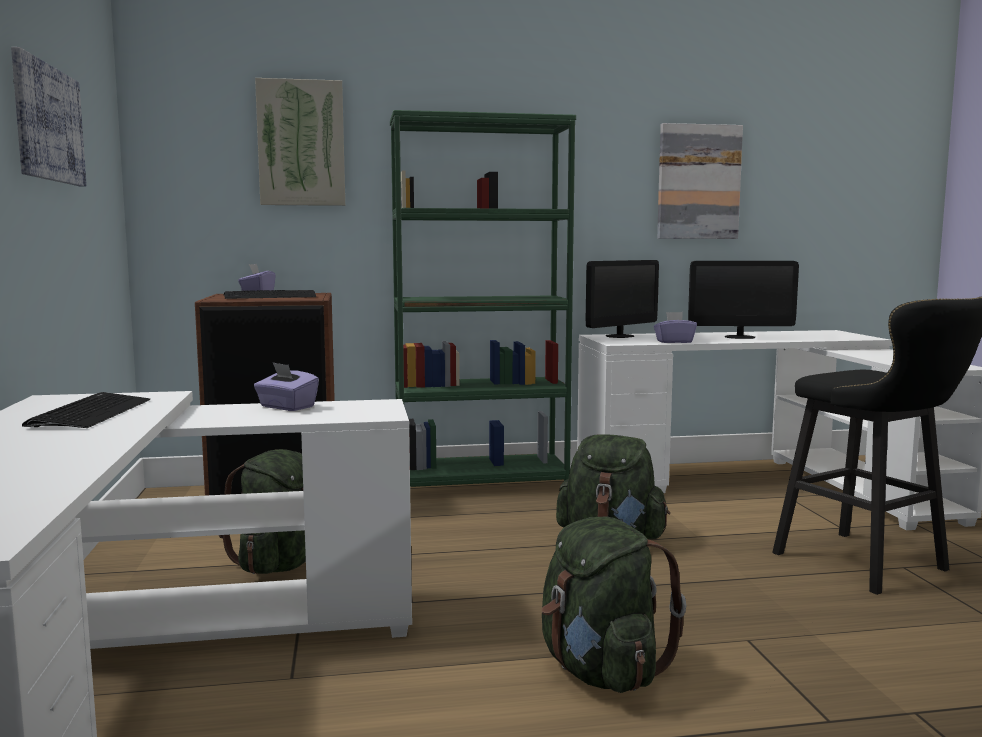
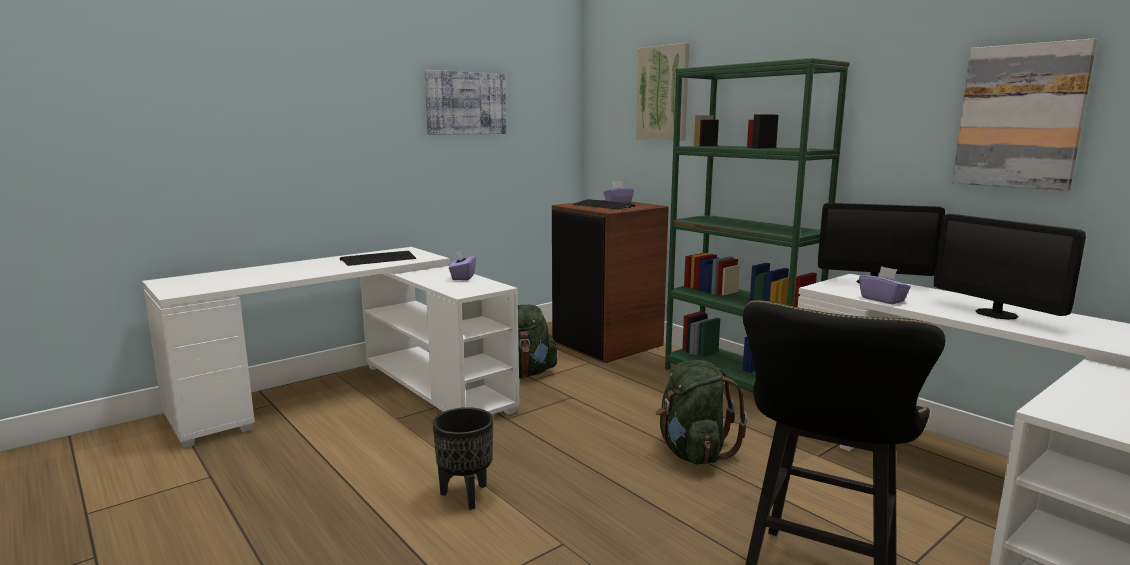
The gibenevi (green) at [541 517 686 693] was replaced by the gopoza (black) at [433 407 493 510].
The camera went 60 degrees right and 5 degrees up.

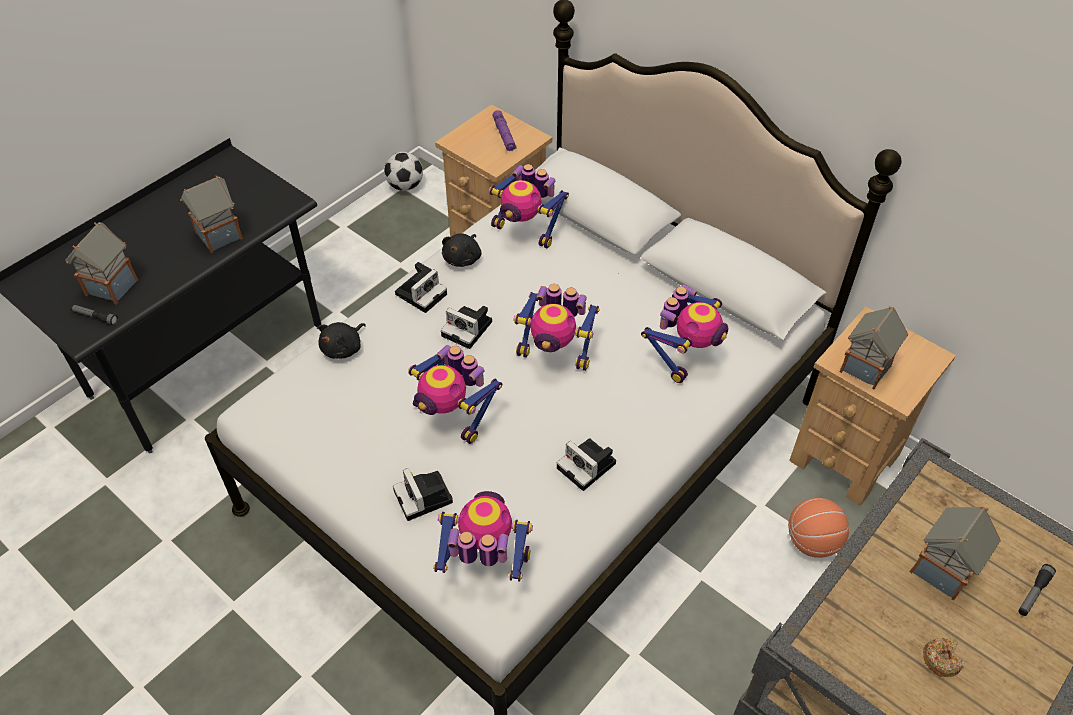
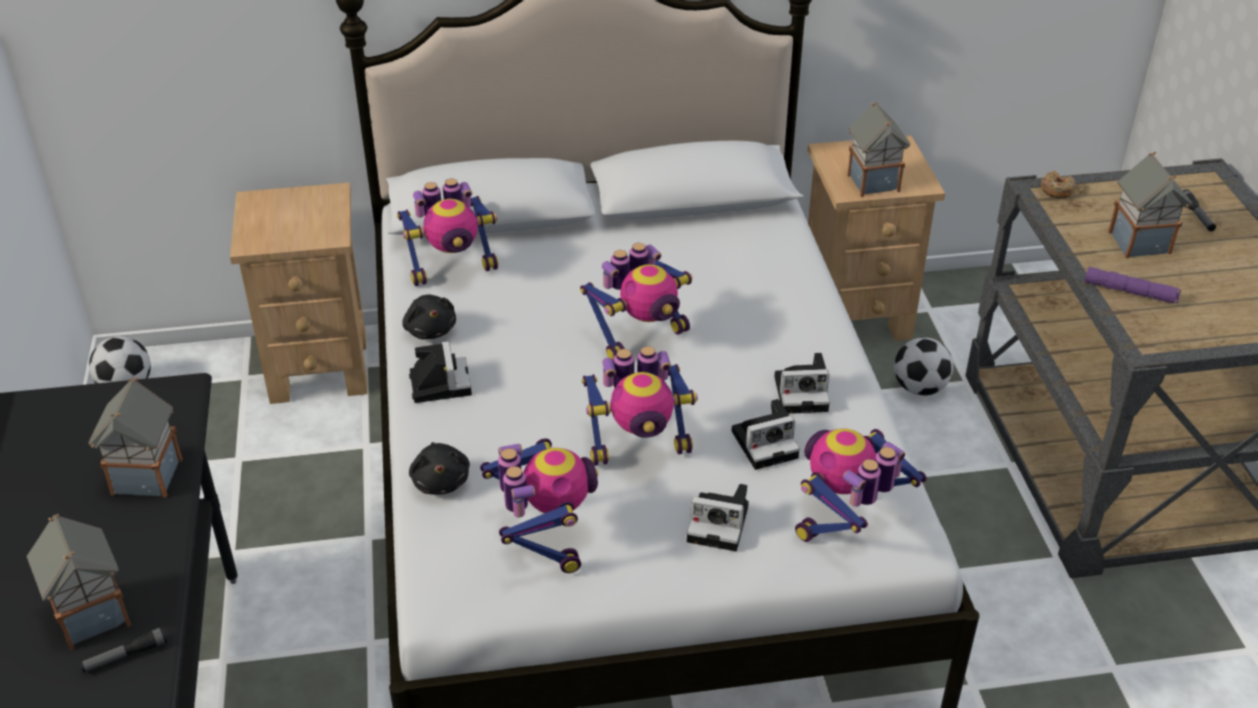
The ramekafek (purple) moved from [492 110 517 151] to [1084 267 1181 304].
The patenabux moved from [641 285 728 383] to [480 438 598 573].
The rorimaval moved from [441 306 492 349] to [732 399 800 470].
The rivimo at [788 498 849 558] was replaced by the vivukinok at [894 338 954 396].
The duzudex moved from [923 638 964 677] to [1041 171 1076 199].
The camera went 50 degrees left and 10 degrees down.

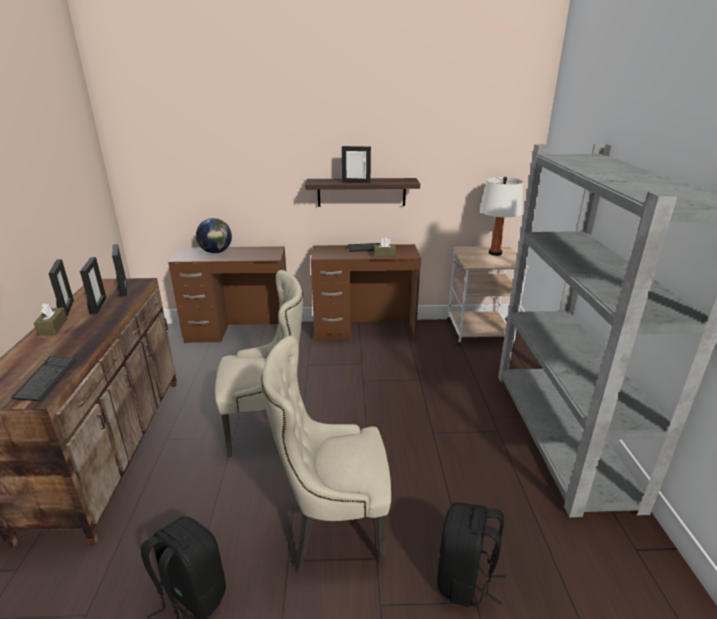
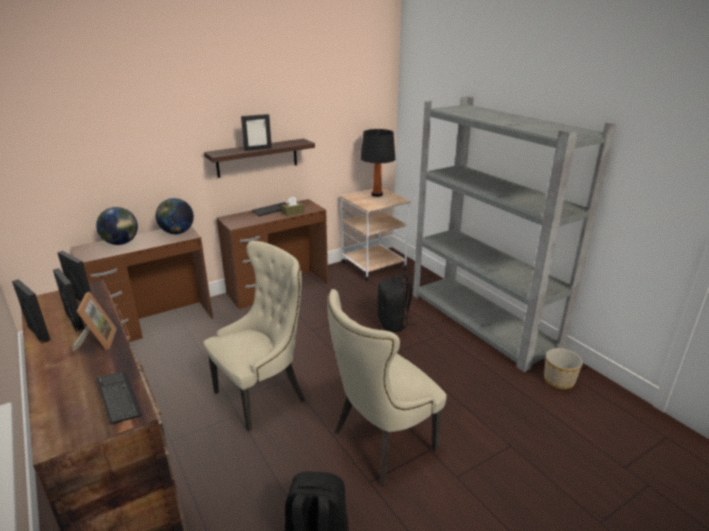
The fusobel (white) at [480 177 523 256] became the fusobel (black) at [360 129 396 197].
The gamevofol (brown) at [34 303 67 336] disappeared.
The gibenevi (black) moved from [437 502 505 607] to [377 274 416 332].
The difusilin at [155 198 194 234] appeared.
The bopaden at [73 292 117 351] appeared.
The gopoza at [544 348 583 389] appeared.
The camera went 30 degrees left and 0 degrees up.

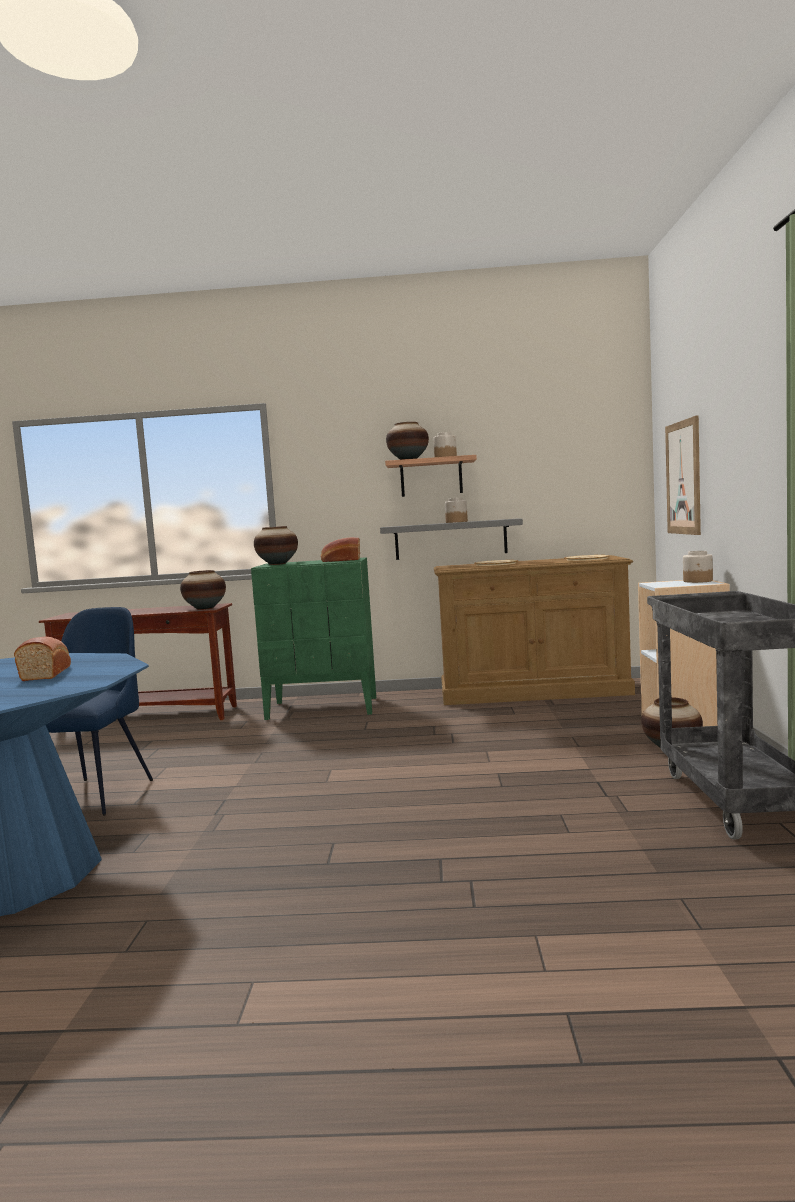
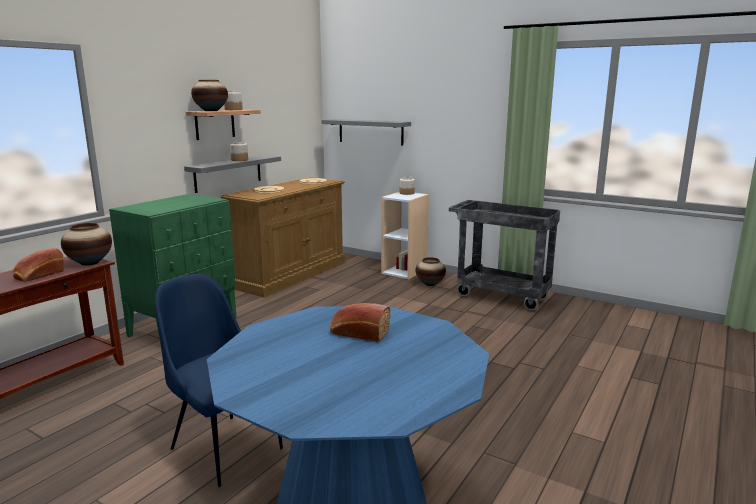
The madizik at [665 415 701 535] was replaced by the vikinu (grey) at [322 119 411 146].
The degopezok at [254 526 298 565] disappeared.
The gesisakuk moved from [321 537 360 562] to [13 248 64 282].
The camera went 60 degrees left and 10 degrees up.

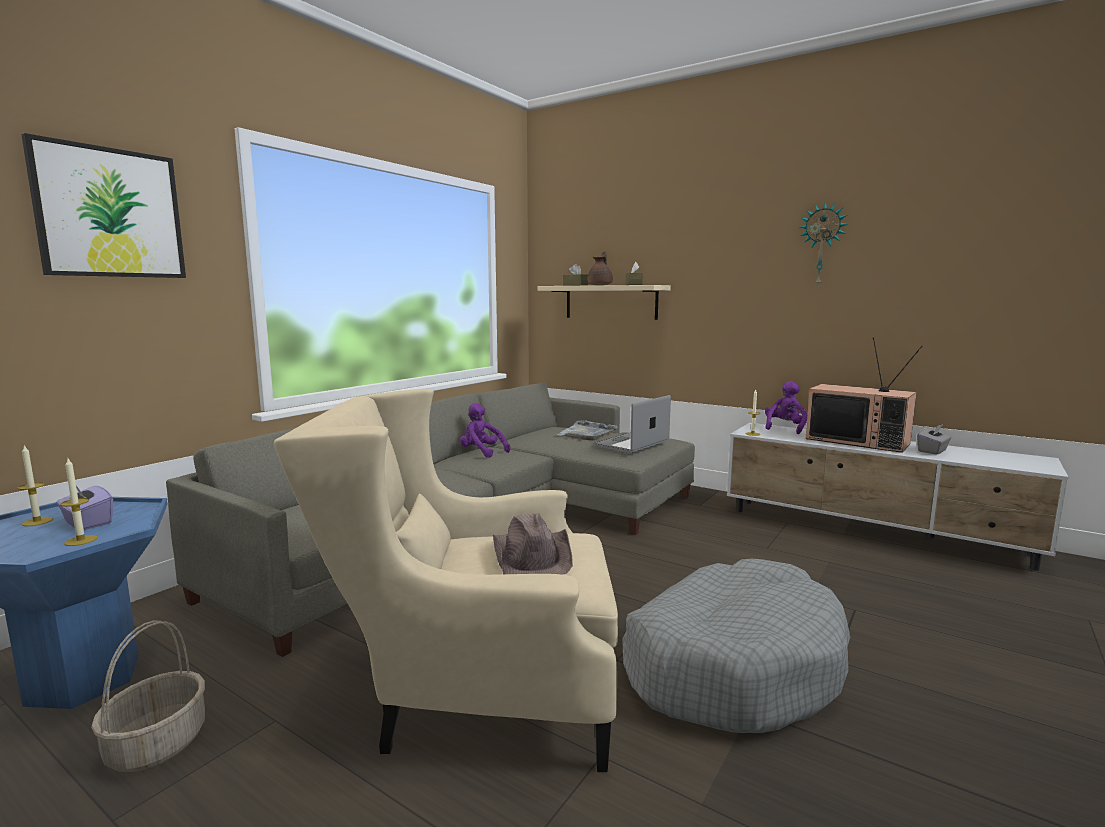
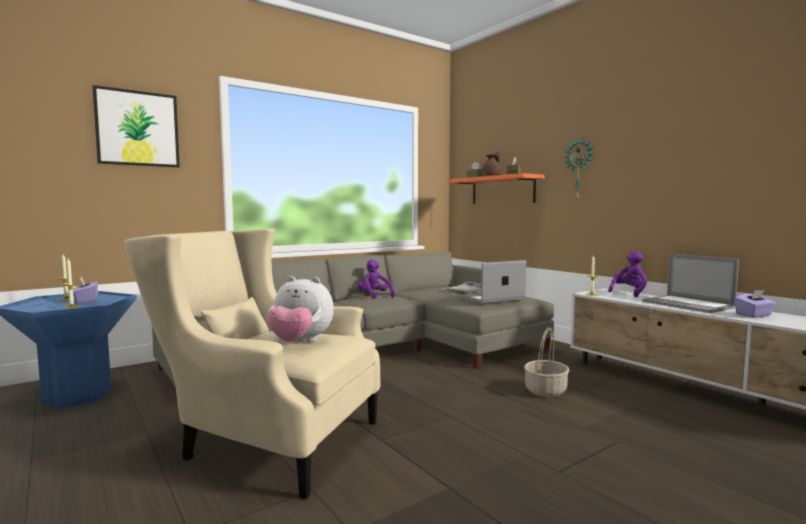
The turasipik moved from [799 201 848 286] to [564 138 593 200].
The vikinu (beige) at [538 285 671 320] became the vikinu (orange) at [447 173 545 204].
The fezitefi at [806 337 923 453] was replaced by the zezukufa at [642 254 739 313].
The gamevofol (grey) at [917 424 951 455] became the gamevofol (purple) at [734 290 776 318].
The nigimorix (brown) at [493 513 573 575] was replaced by the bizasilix at [266 276 334 342].
The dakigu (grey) at [622 559 850 733] disappeared.
The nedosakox moved from [91 621 205 772] to [524 327 569 397].
The camera went 20 degrees right and 5 degrees down.

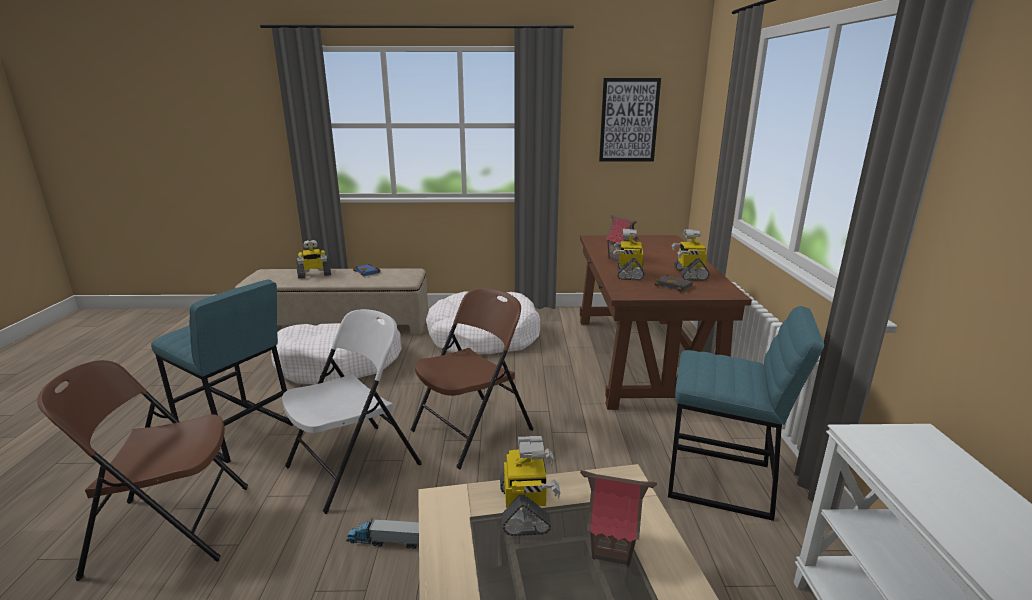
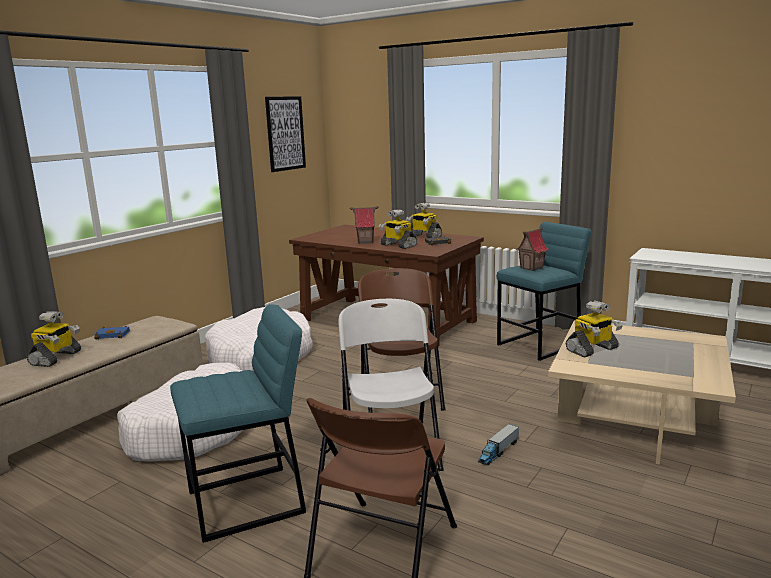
The patenabux at [500 436 561 536] turned 120 degrees clockwise.
The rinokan moved from [580 470 657 567] to [516 227 549 271].
The camera went 55 degrees left and 5 degrees down.

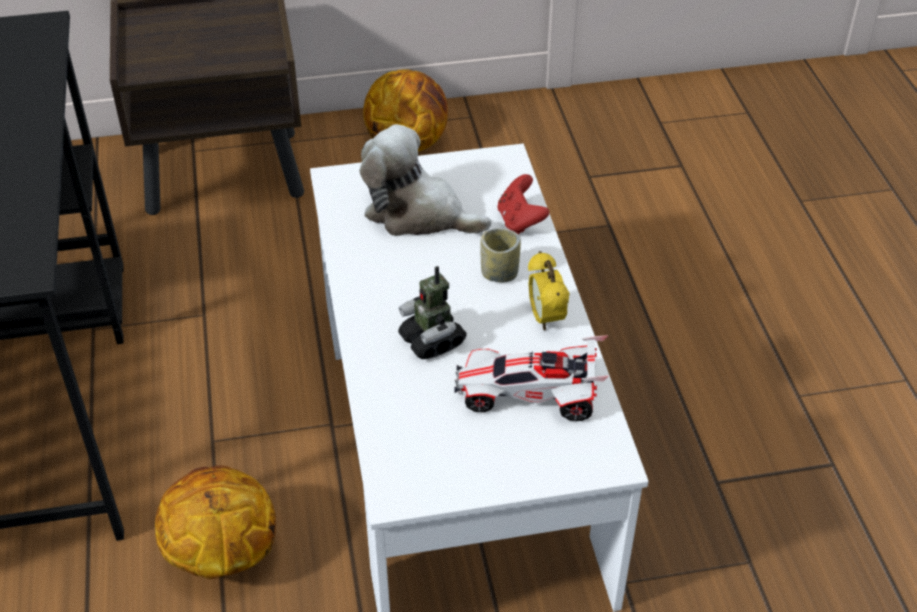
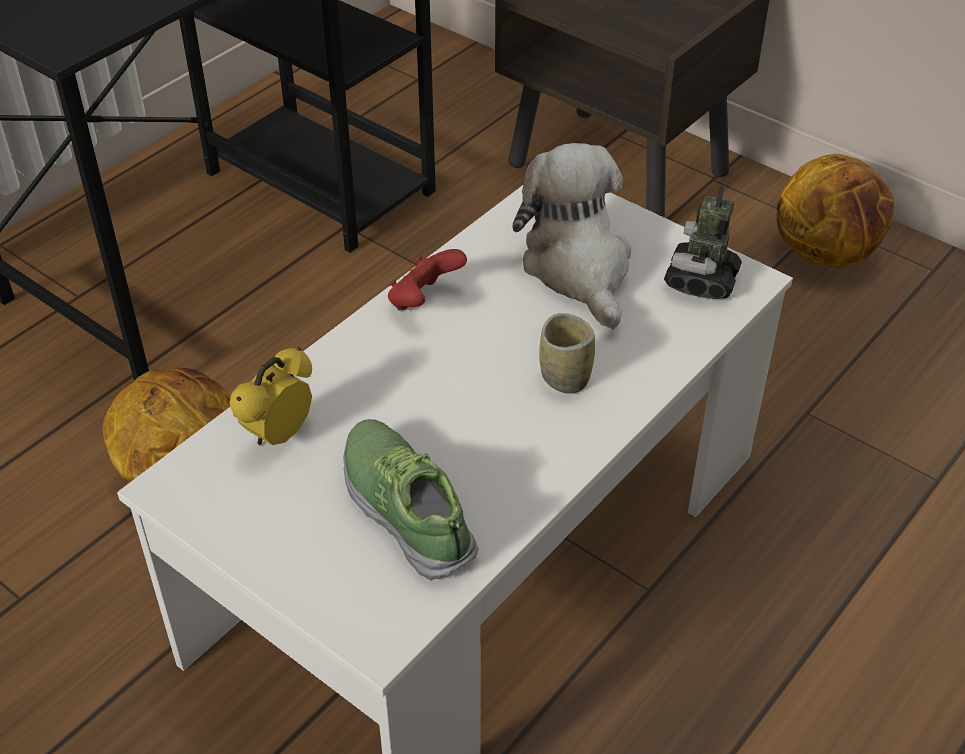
The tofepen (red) moved from [498 174 549 234] to [388 249 467 310].
The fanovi moved from [528 251 569 331] to [229 347 312 445].
The patenabux moved from [398 266 467 359] to [664 184 742 299].
The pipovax at [454 335 609 421] was replaced by the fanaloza at [343 419 479 581].
The camera went 50 degrees right and 0 degrees up.

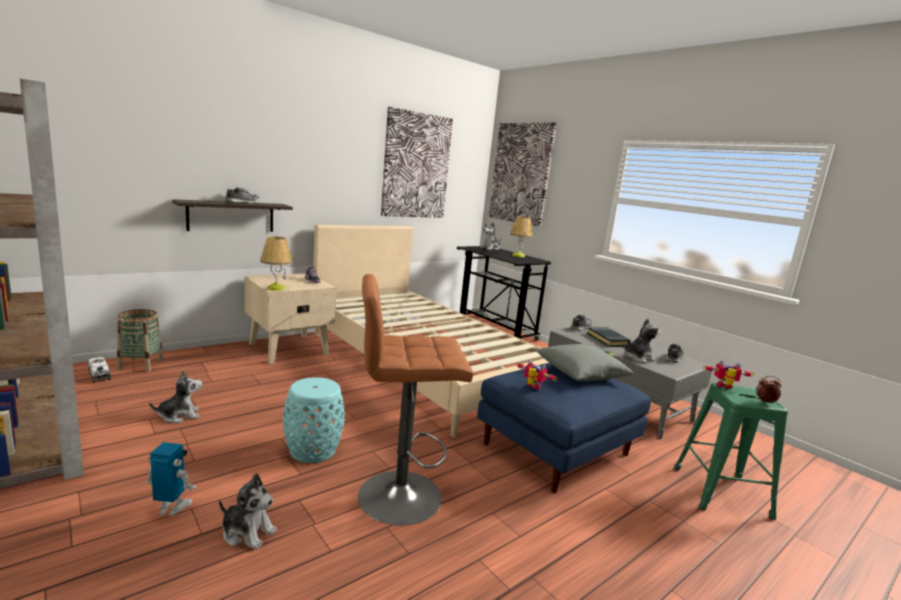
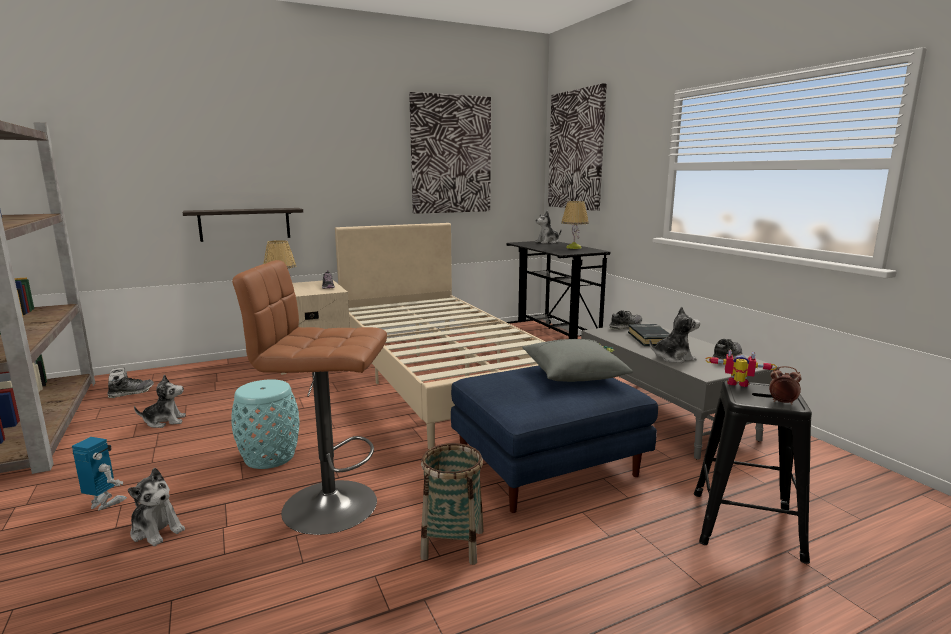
The fanaloza moved from [225 187 259 203] to [107 377 154 398].
The nedosakox moved from [117 309 163 372] to [420 443 484 565].
The patenabux at [516 360 558 390] disappeared.
The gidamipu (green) at [674 383 788 520] became the gidamipu (black) at [694 380 812 564].
The camera went 15 degrees right and 0 degrees up.

